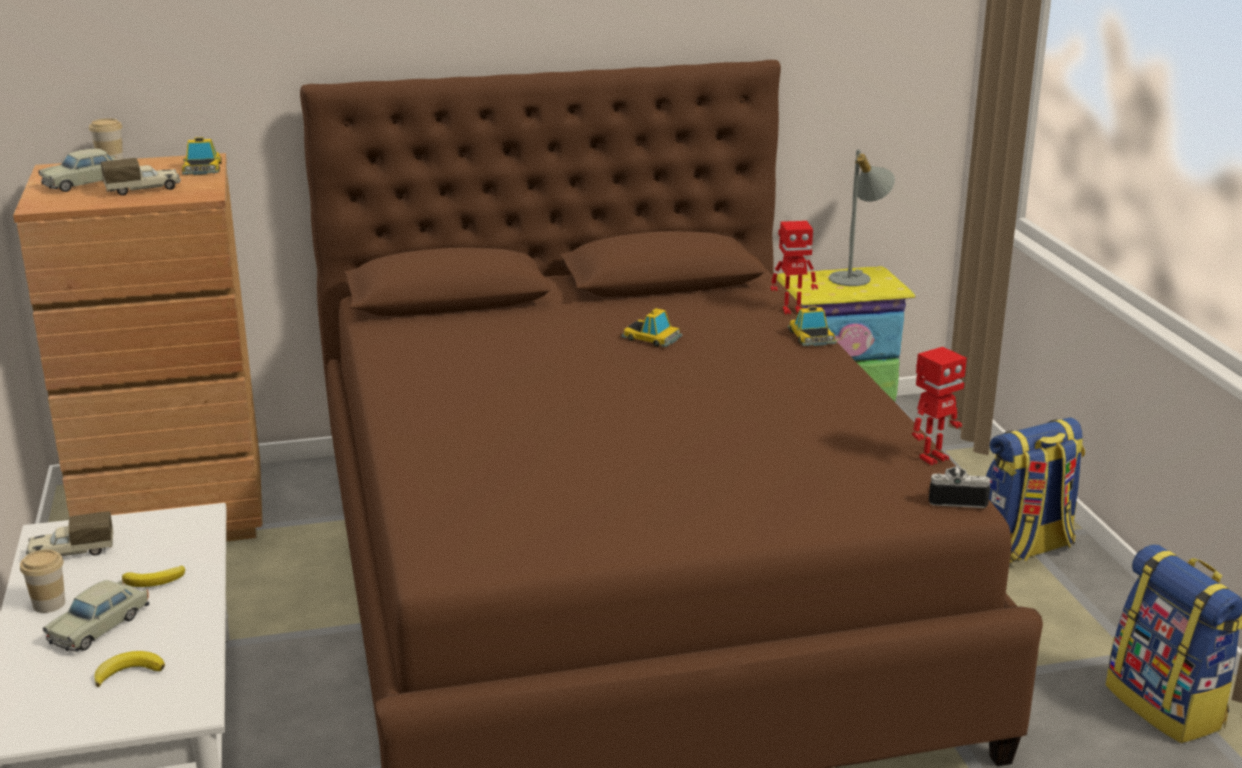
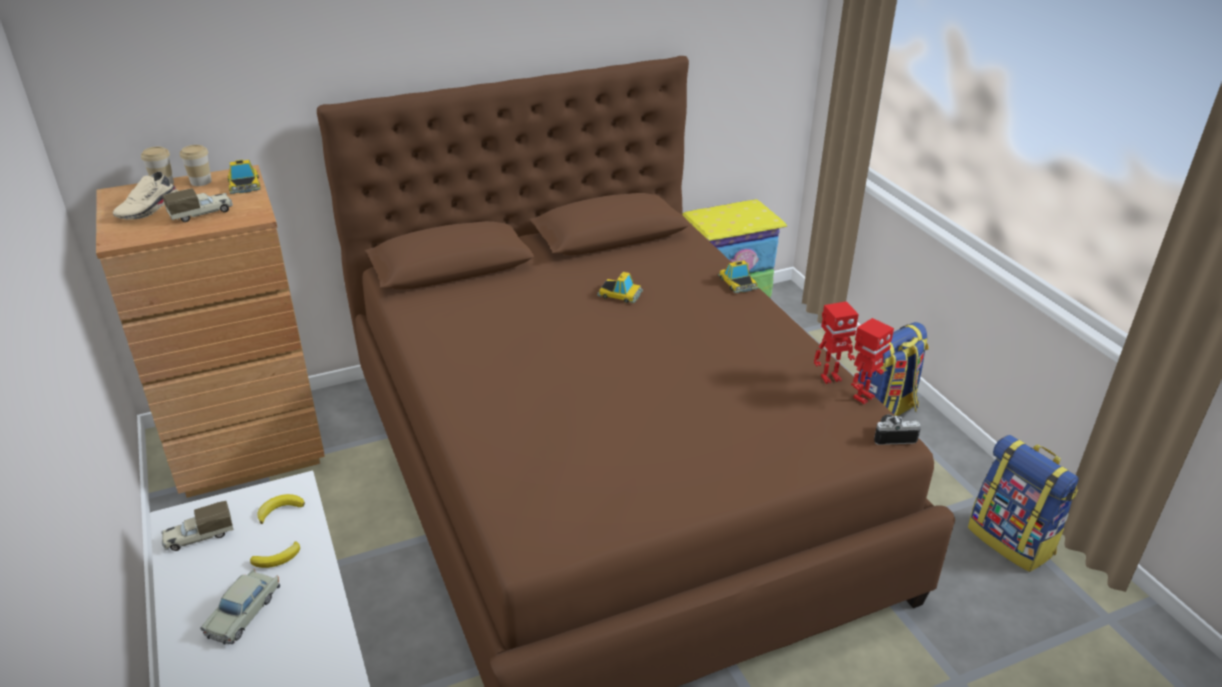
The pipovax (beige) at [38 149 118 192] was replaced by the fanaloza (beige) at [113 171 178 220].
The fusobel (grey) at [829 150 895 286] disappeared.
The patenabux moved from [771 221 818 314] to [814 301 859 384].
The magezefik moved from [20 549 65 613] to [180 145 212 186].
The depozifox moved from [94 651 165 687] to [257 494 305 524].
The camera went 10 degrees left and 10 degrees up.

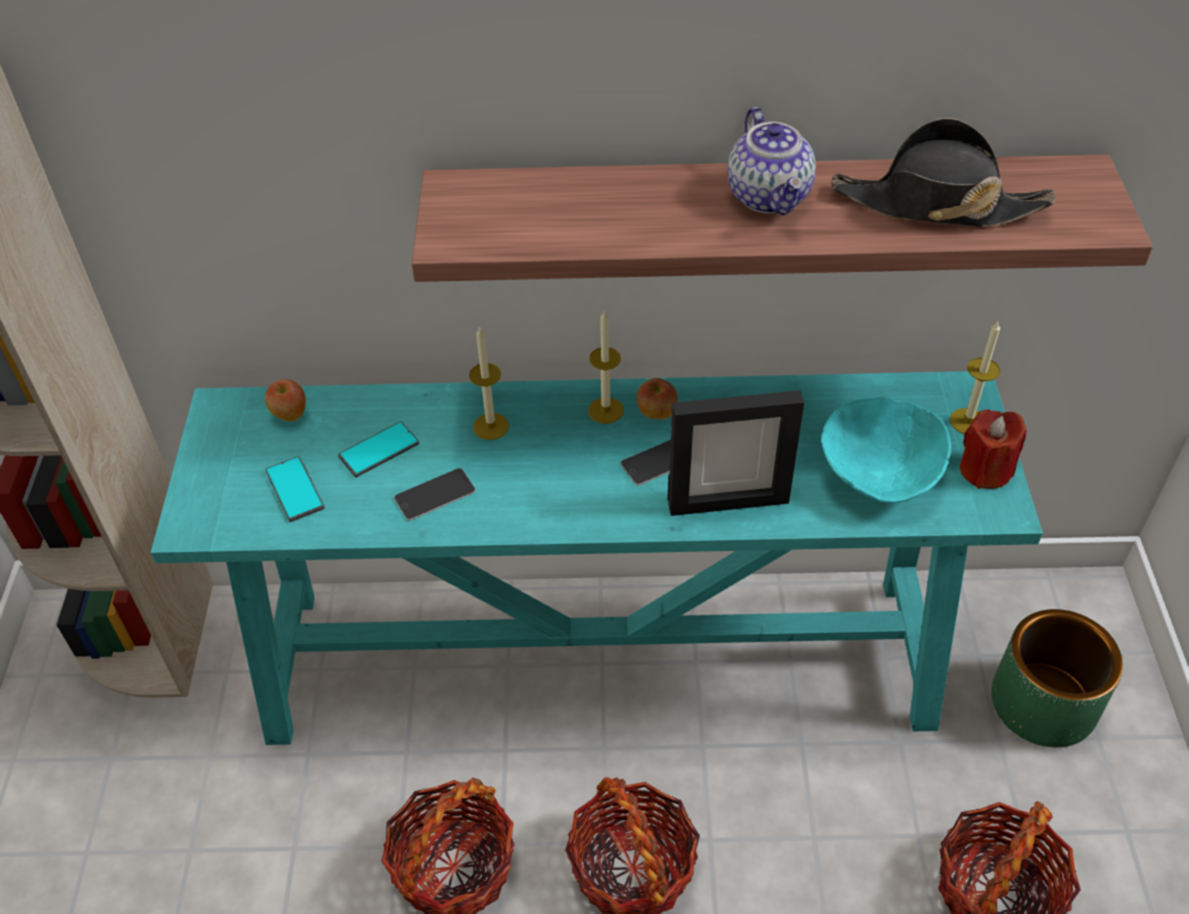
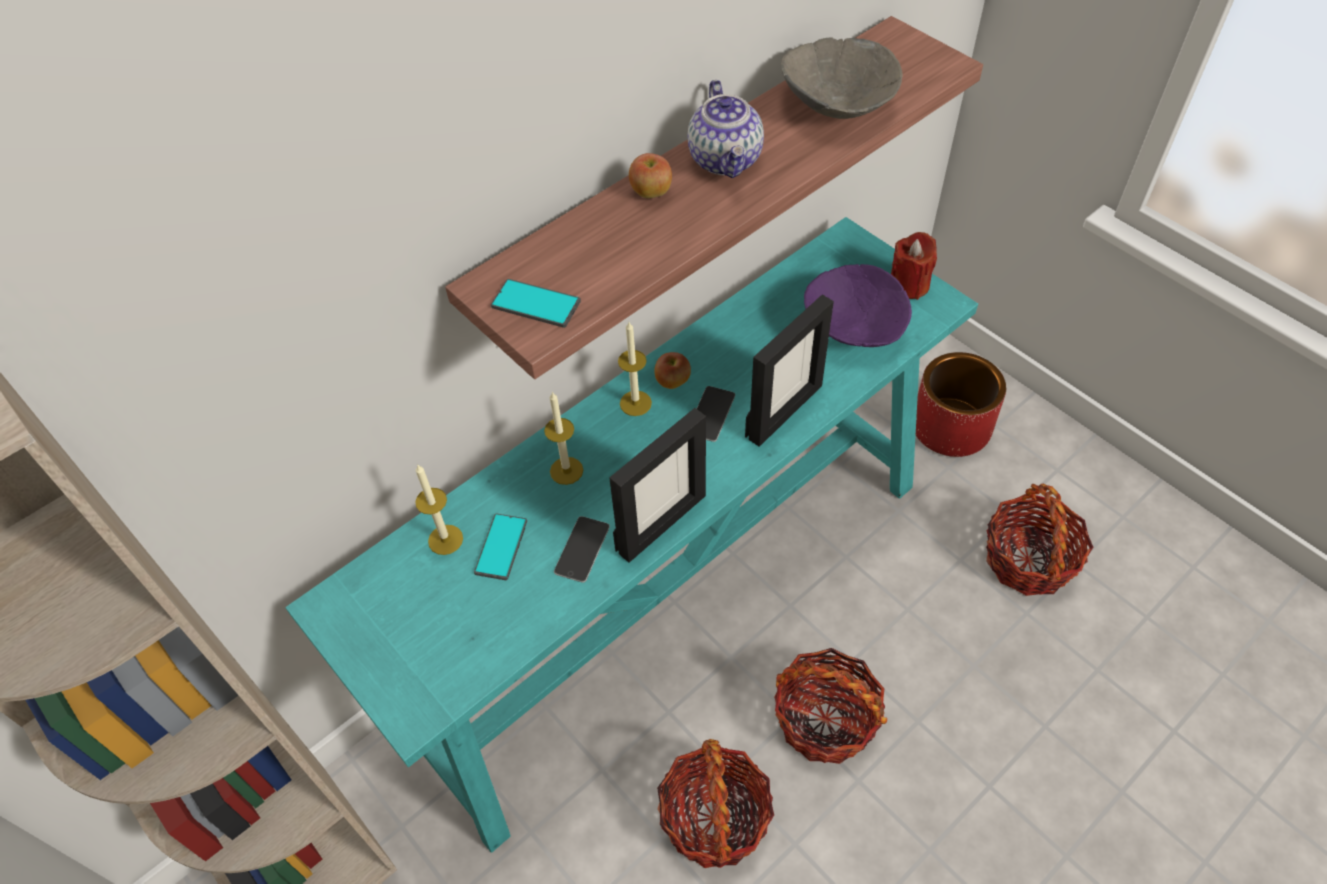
The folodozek at [728 107 816 215] turned 45 degrees clockwise.
The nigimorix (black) at [831 118 1056 227] was replaced by the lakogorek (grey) at [781 37 903 119].
The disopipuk moved from [950 320 1000 434] to [415 464 463 555].
The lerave moved from [265 379 306 422] to [629 153 672 198].
The lakogorek (turquoise) at [821 397 951 503] became the lakogorek (purple) at [804 264 912 347].
The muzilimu moved from [265 456 325 522] to [491 279 581 328].
The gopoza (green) at [991 609 1123 748] became the gopoza (red) at [916 352 1006 457].
The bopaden at [609 408 706 563] appeared.
The camera went 40 degrees left and 5 degrees up.

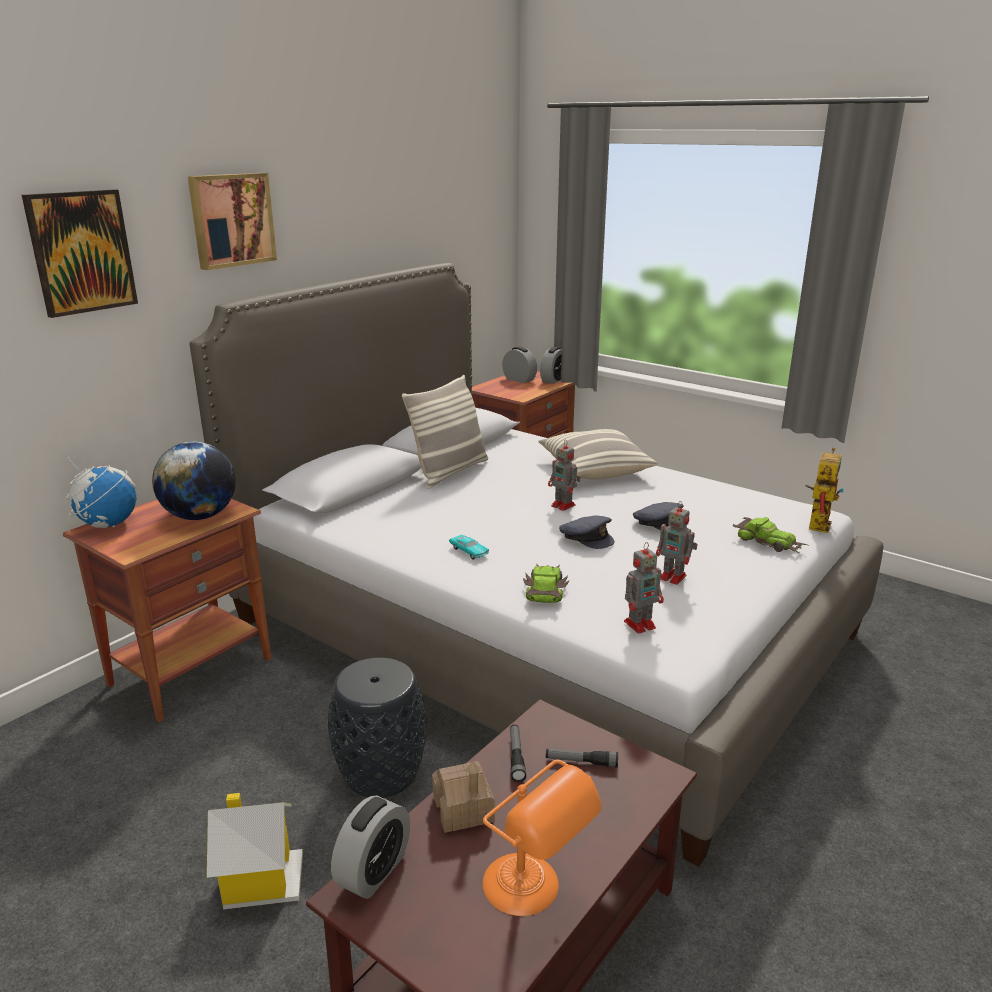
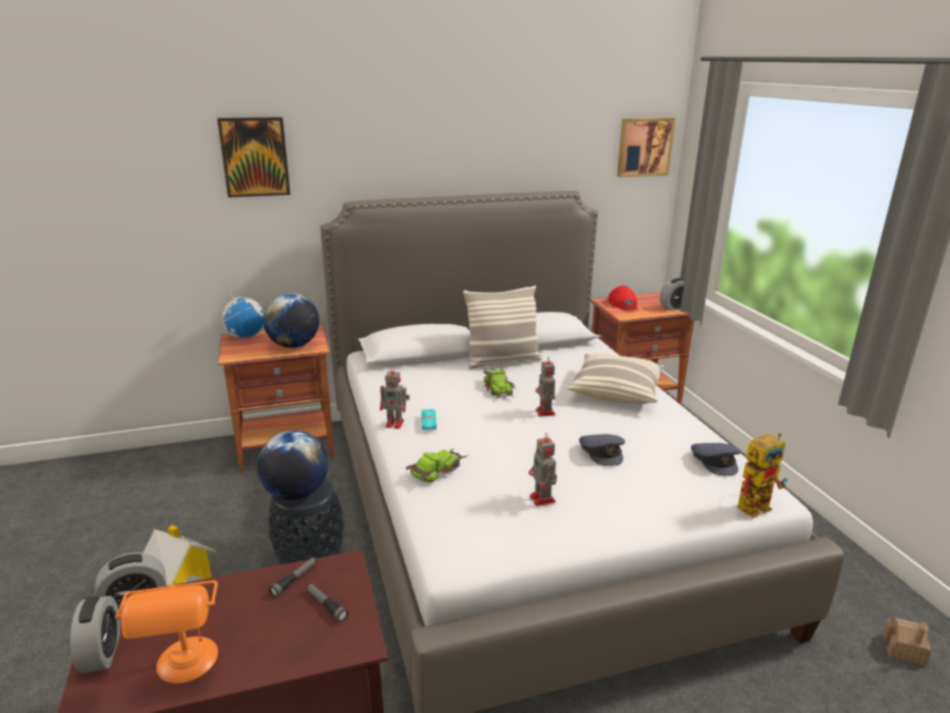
The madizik moved from [188 173 277 270] to [617 118 676 177].
The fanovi moved from [502 347 537 383] to [70 596 120 673].
The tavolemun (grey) moved from [559 515 615 549] to [691 443 741 476].
The pipovax moved from [733 517 810 553] to [484 369 516 399].
The patenabux moved from [624 542 664 634] to [380 366 410 429].
The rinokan moved from [432 761 495 833] to [882 618 931 666].
The tavolemun (red) at [608 286 638 310] appeared.
The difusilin at [257 430 328 500] appeared.
The camera went 35 degrees right and 0 degrees up.

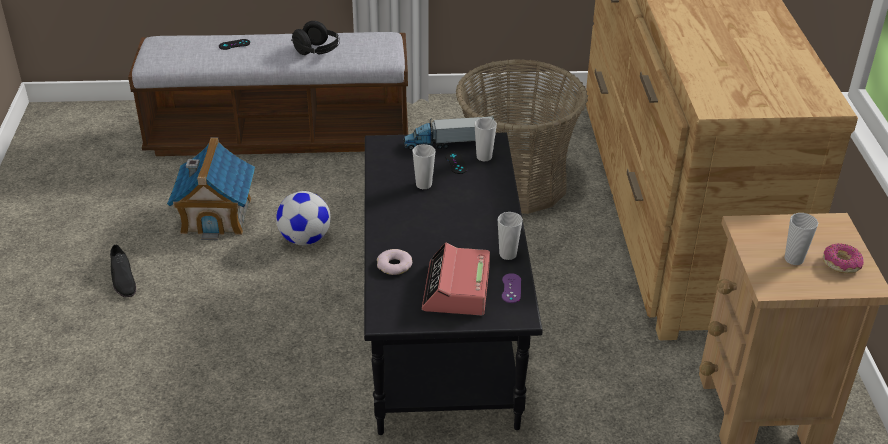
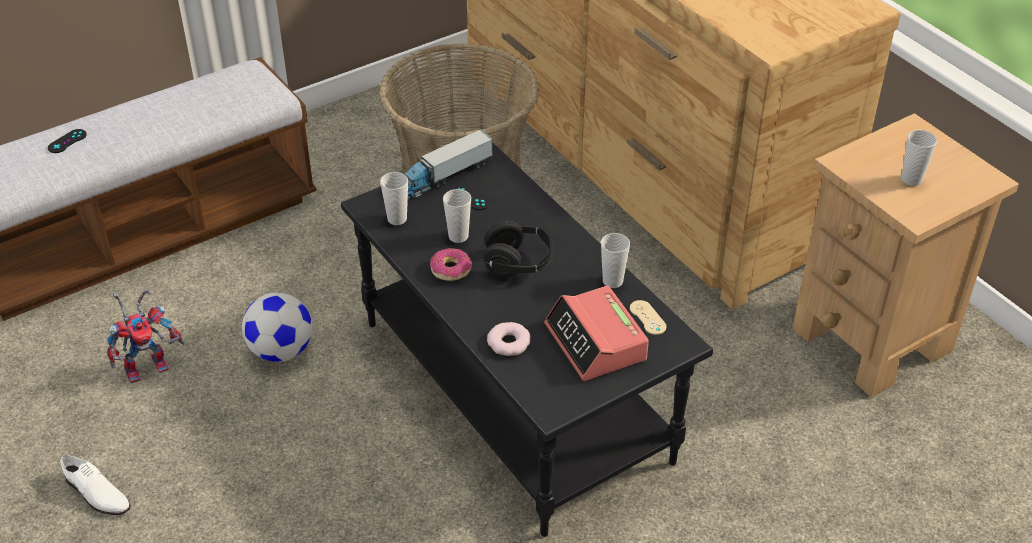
The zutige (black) moved from [291 21 340 55] to [483 220 554 278].
The magezefik moved from [474 118 497 161] to [380 172 408 225].
The rinokan at [167 137 255 240] was replaced by the patenabux at [107 290 184 384].
The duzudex moved from [823 243 864 273] to [430 248 472 281].
The fanaloza (black) at [110 245 136 297] became the fanaloza (white) at [60 454 131 515].
The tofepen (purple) at [502 273 521 303] became the tofepen (beige) at [630 300 667 335].
The camera went 30 degrees left and 5 degrees up.

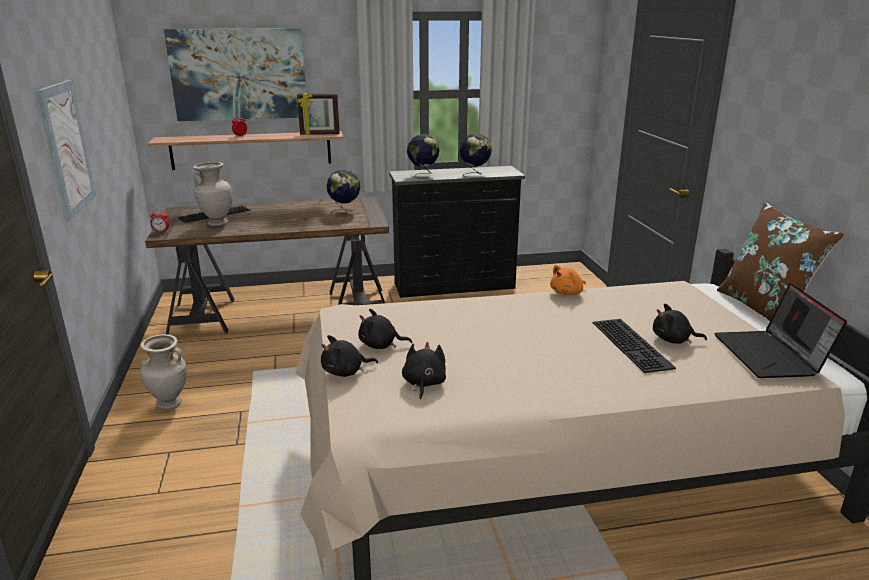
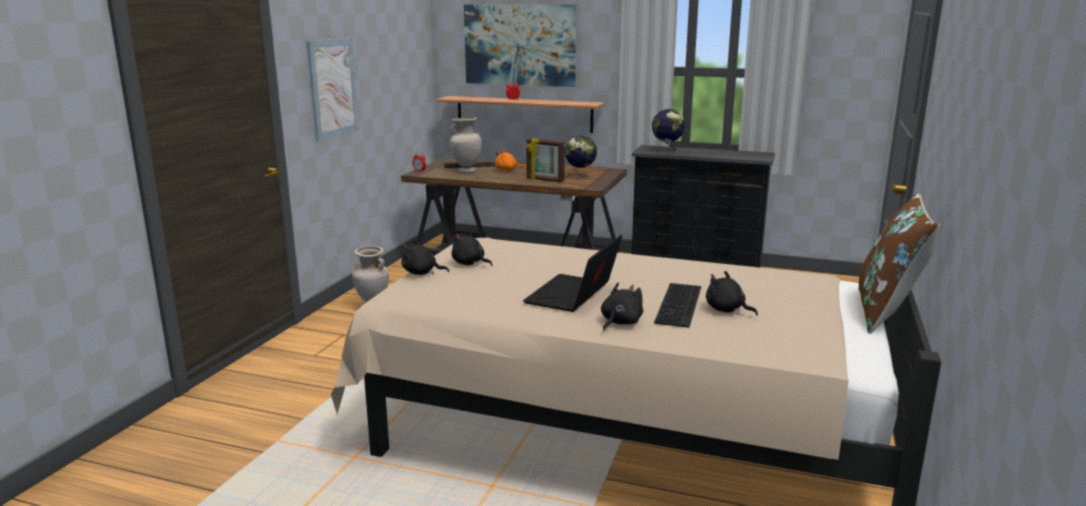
The bopaden moved from [297 93 340 135] to [526 138 565 182].
The difusilin at [460 133 492 177] disappeared.
The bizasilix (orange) moved from [550 265 586 295] to [495 150 526 171].
The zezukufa moved from [714 283 847 378] to [523 235 622 312].
The bizasilix (black) moved from [402 342 446 400] to [601 283 643 331].
The camera went 30 degrees right and 5 degrees down.

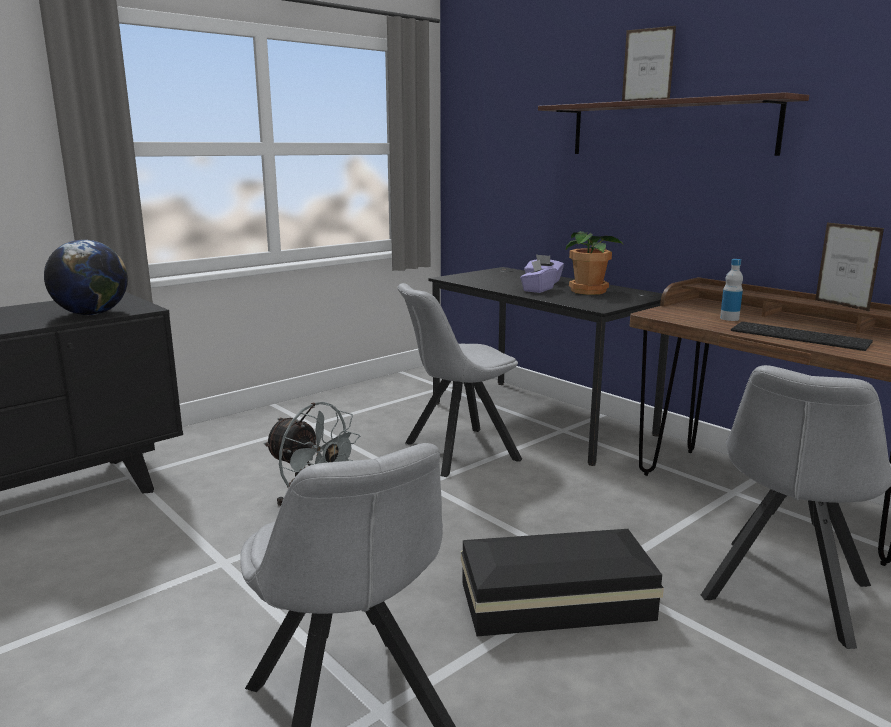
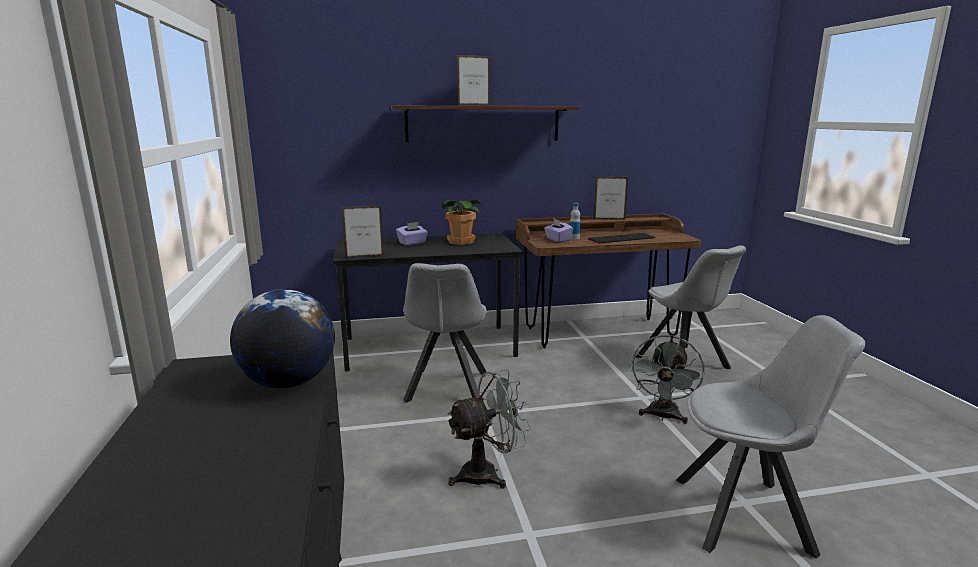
The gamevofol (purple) moved from [520 260 557 293] to [544 218 573 242].
The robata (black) at [461 529 664 636] was replaced by the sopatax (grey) at [630 335 704 424].
The bopaden at [341 205 384 258] appeared.
The camera went 60 degrees left and 0 degrees up.

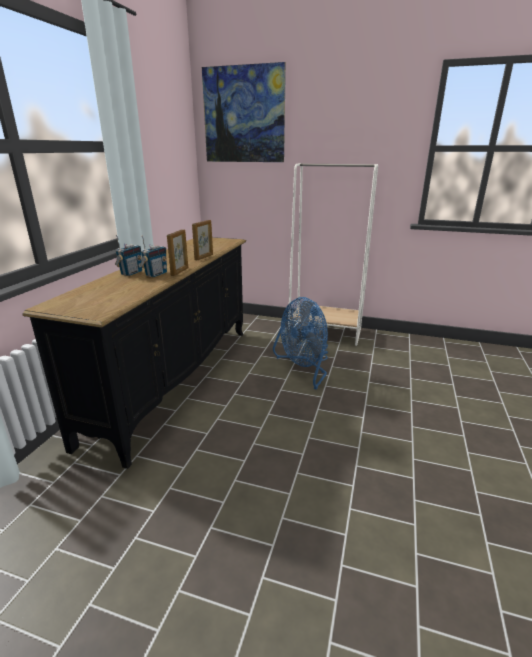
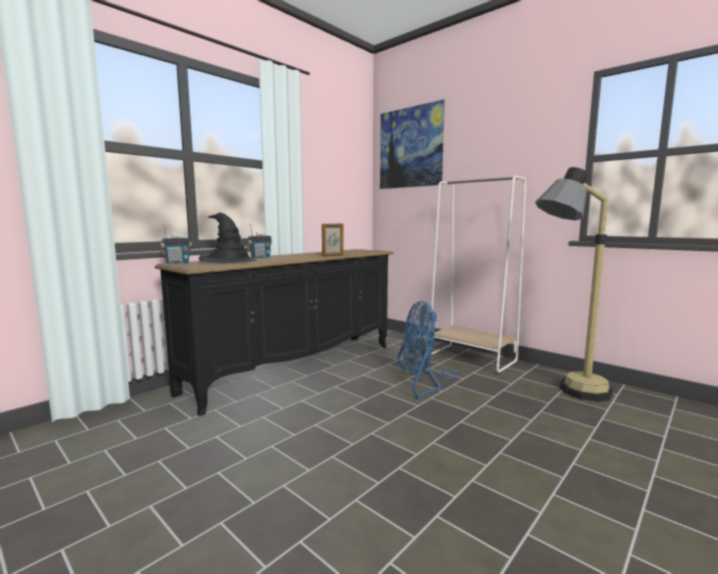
The bopaden at [167 229 188 276] disappeared.
The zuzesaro moved from [140 236 167 277] to [160 224 192 264].
The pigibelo at [535 167 613 402] appeared.
The nigimorix (black) at [199 212 256 263] appeared.
The camera went 25 degrees right and 15 degrees down.

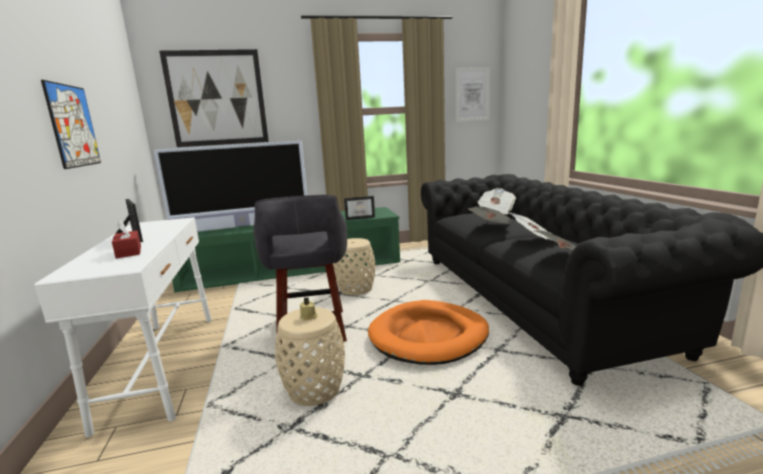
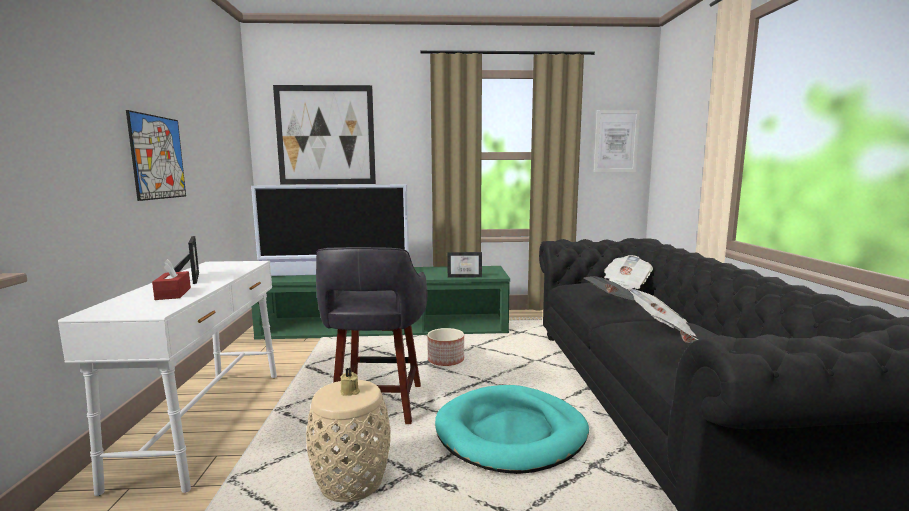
The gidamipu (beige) at [333 238 375 295] was replaced by the gopoza at [427 328 464 366].
The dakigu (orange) at [368 300 489 365] became the dakigu (turquoise) at [435 385 589 474].
The camera went 10 degrees right and 5 degrees down.

